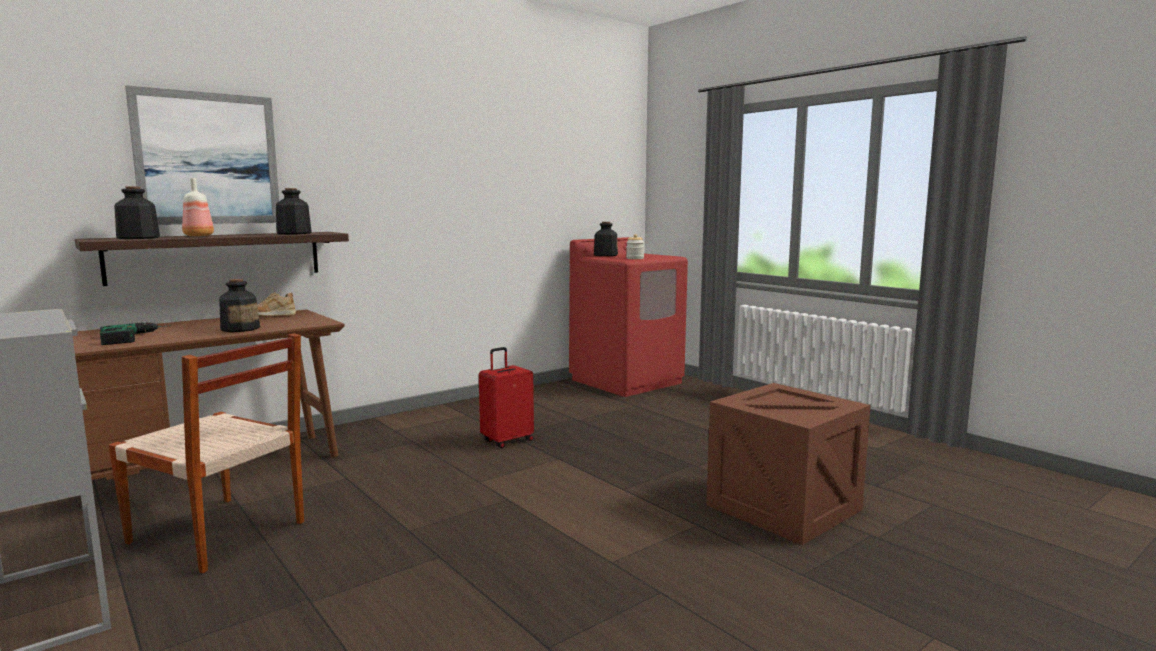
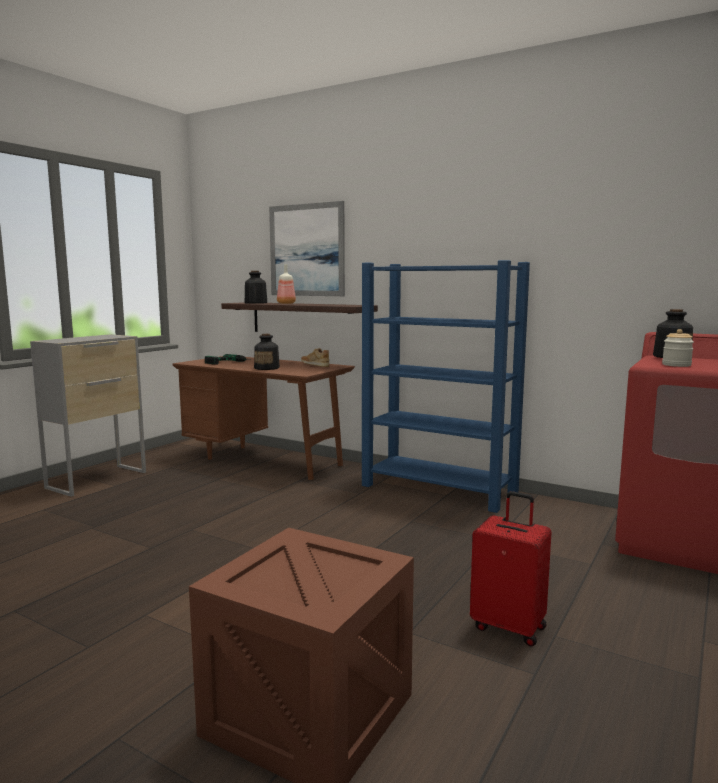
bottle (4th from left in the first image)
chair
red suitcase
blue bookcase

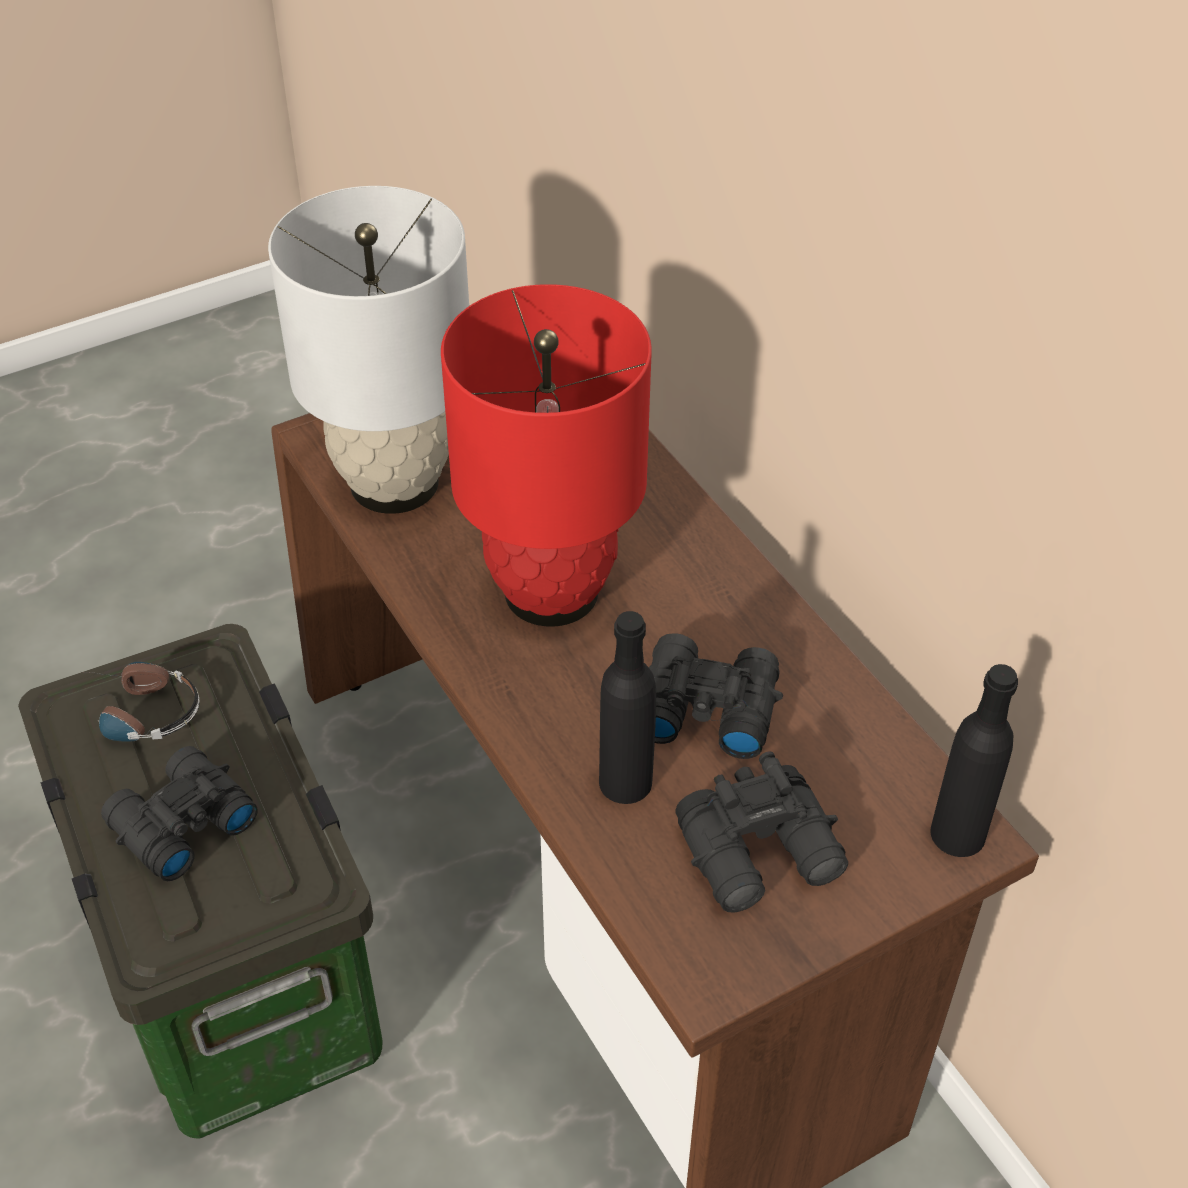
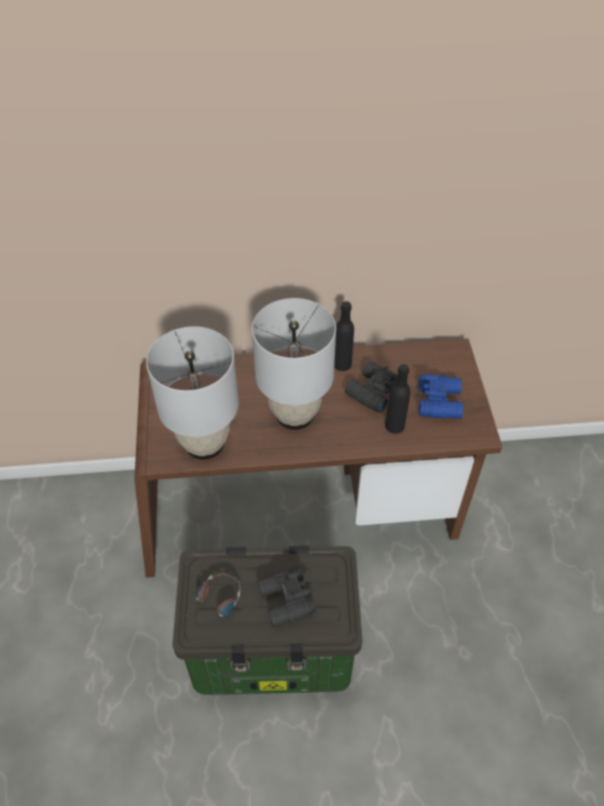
white table lamp (2nd from left)
black bottle (1st from left)
blue binoculars

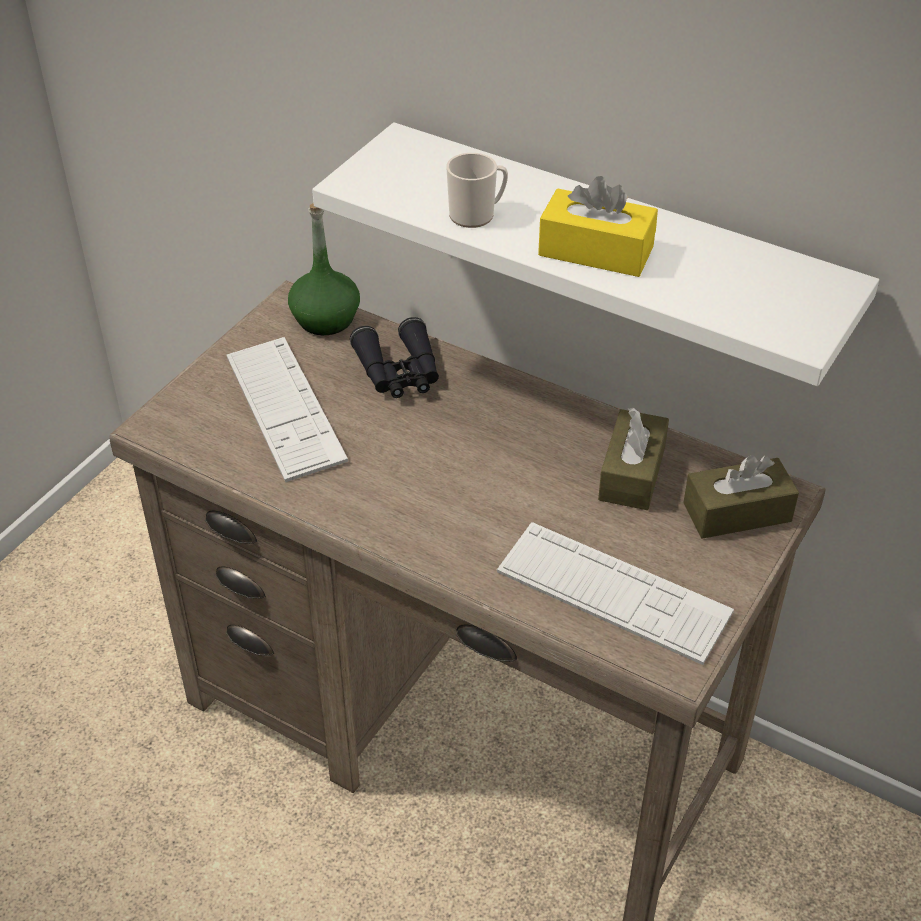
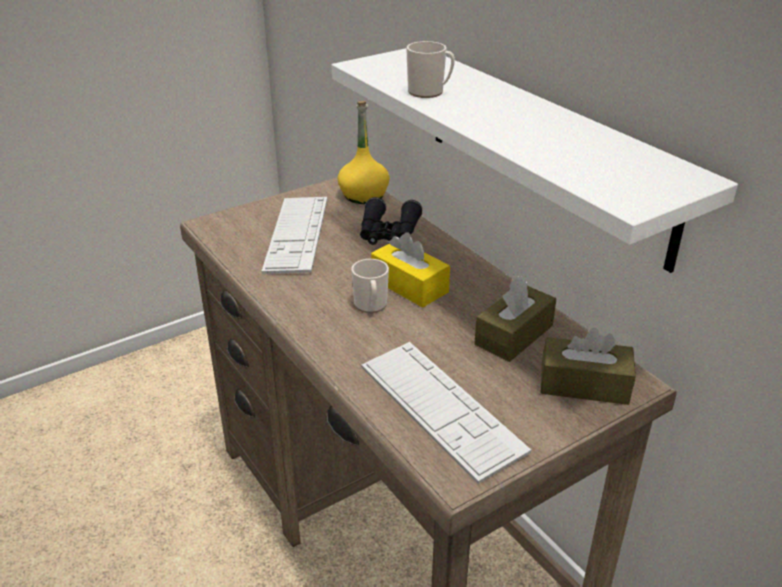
yellow tissue box
yellow bottle
mug (1st from left)

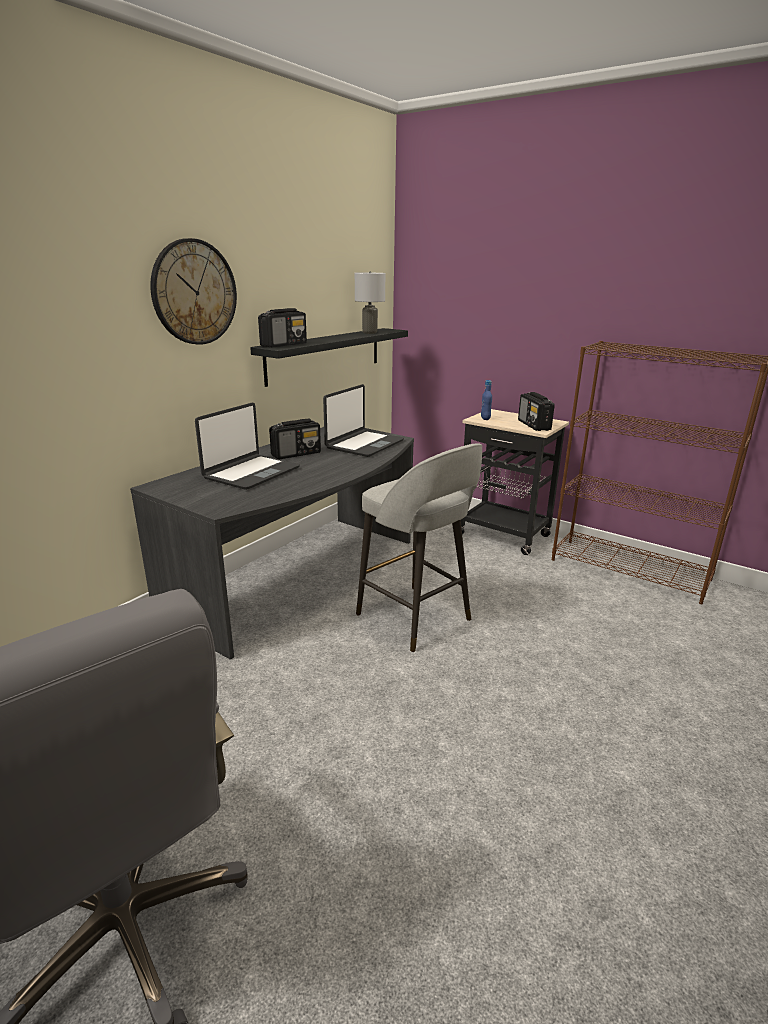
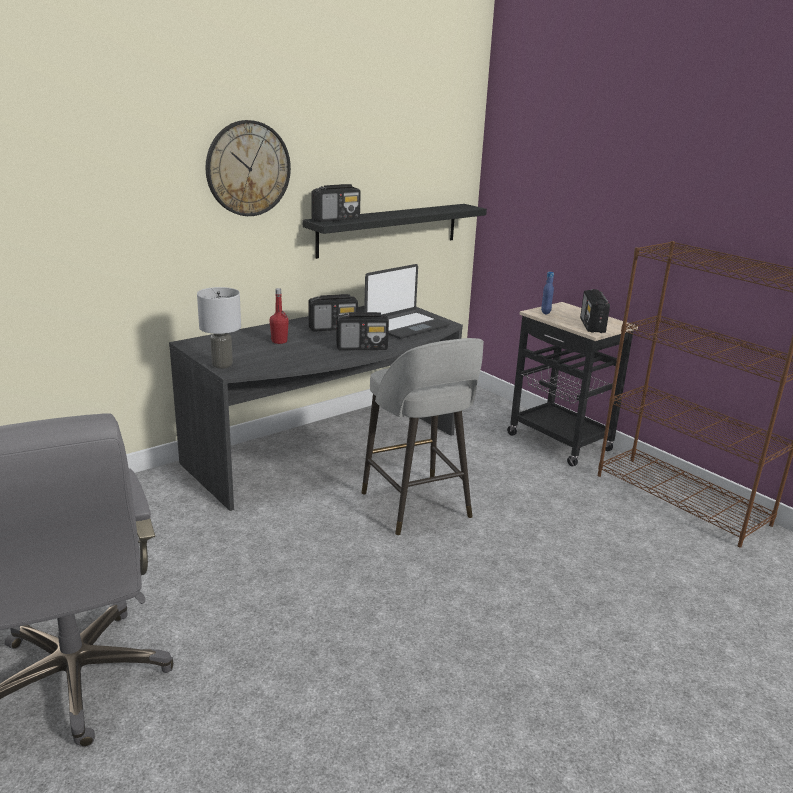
white table lamp
red bottle
radio (3rd from left)

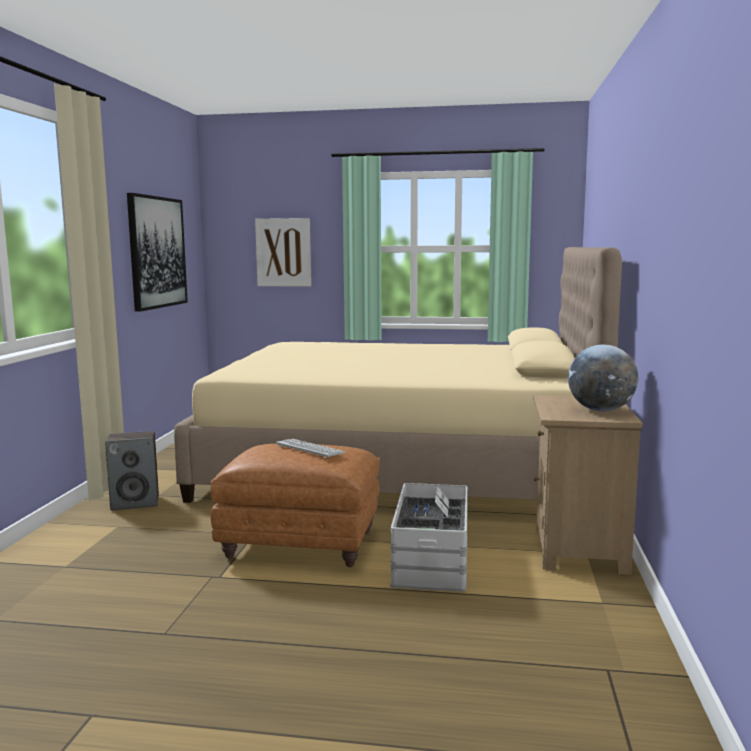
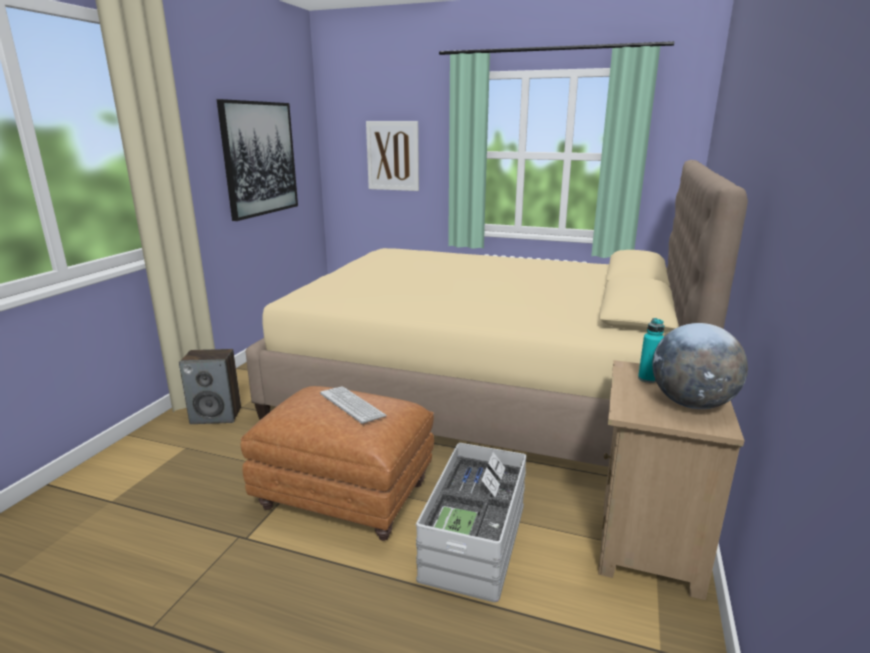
turquoise bottle

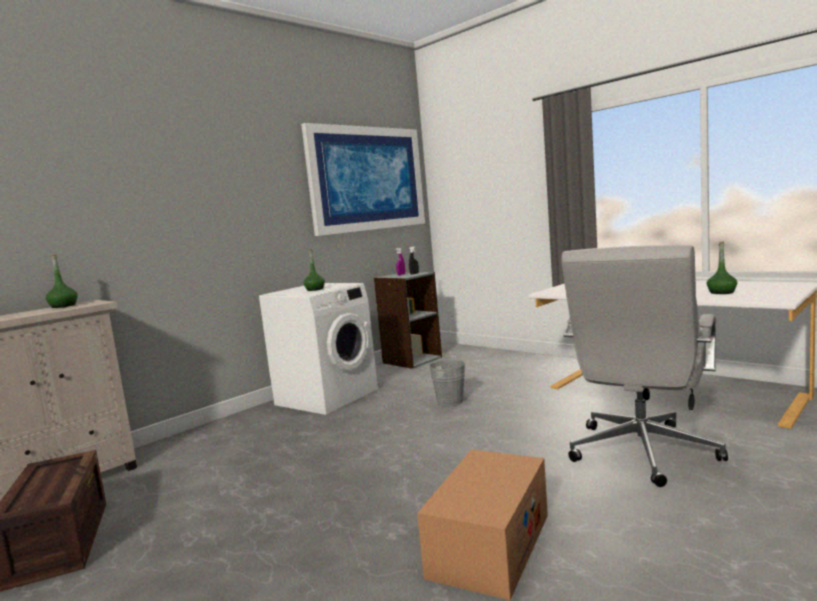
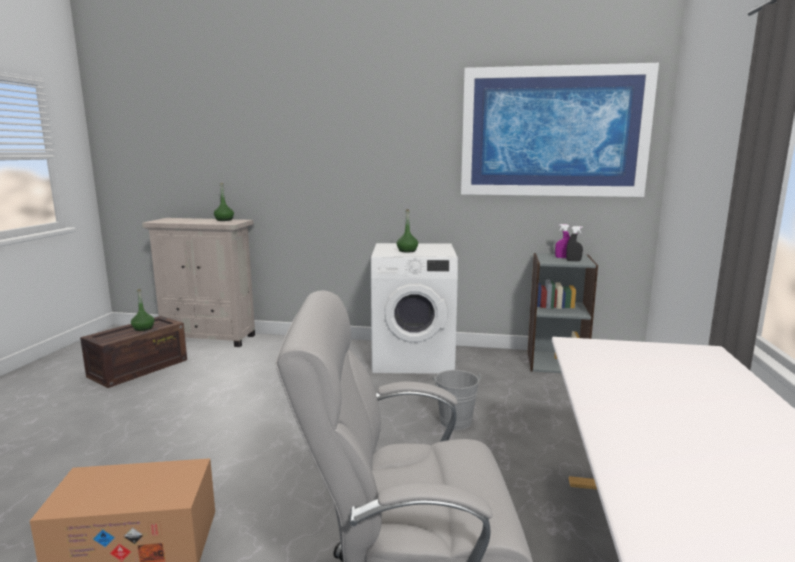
green bottle (1st from left)

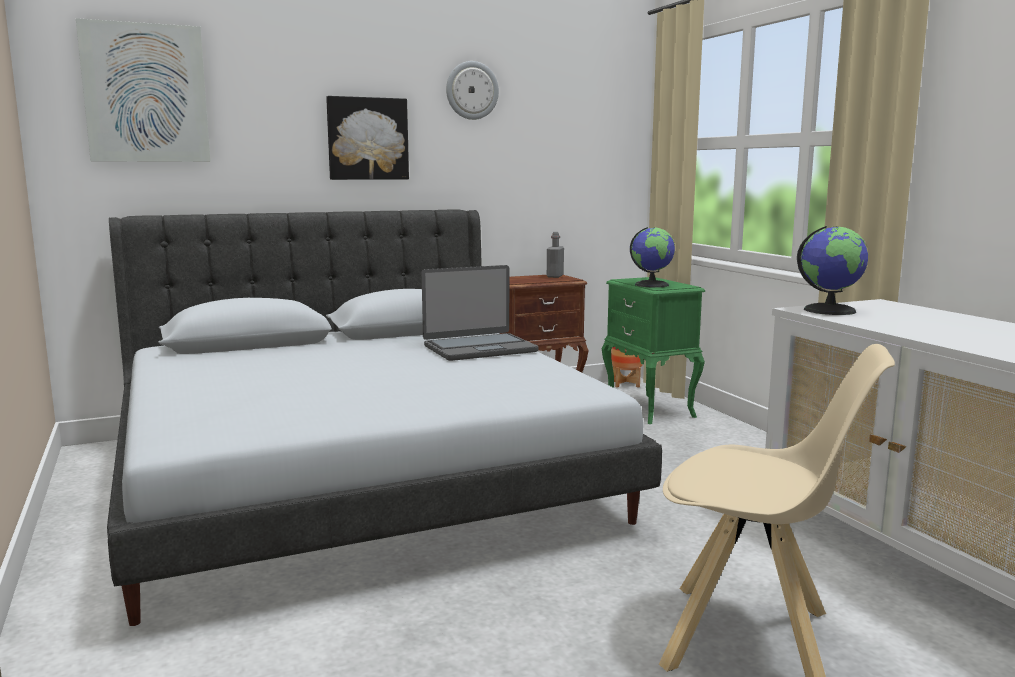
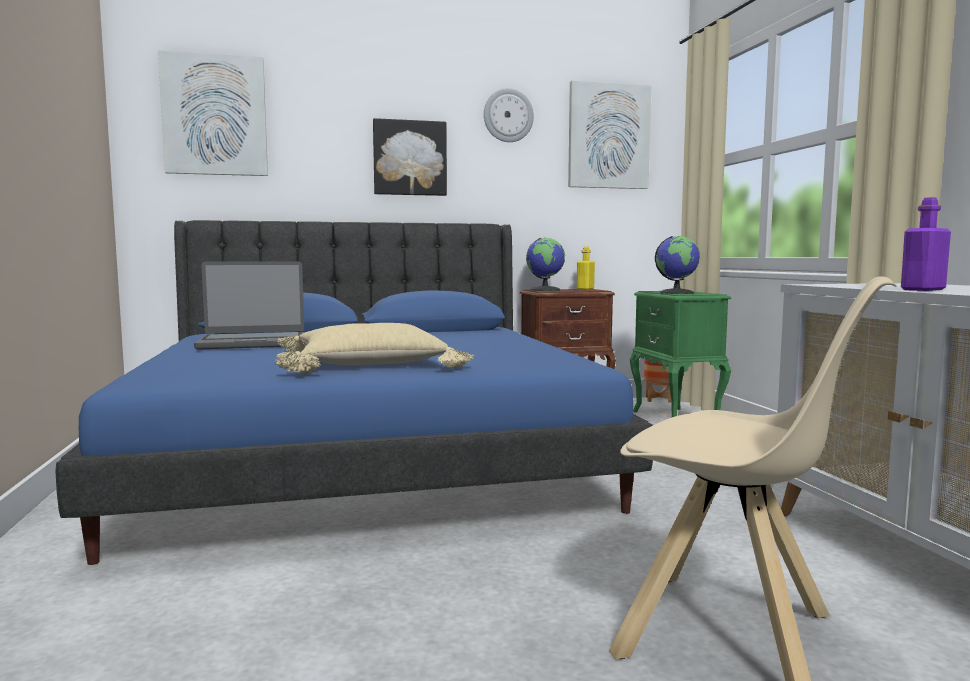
blue bed
globe (1st from left)
yellow bottle
laptop
picture (3rd from left)
purple bottle
beige pillow

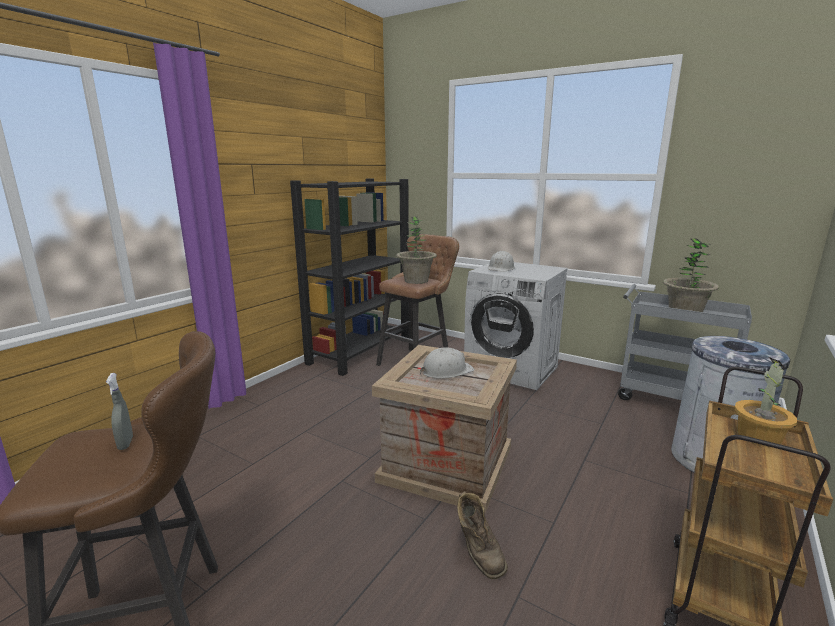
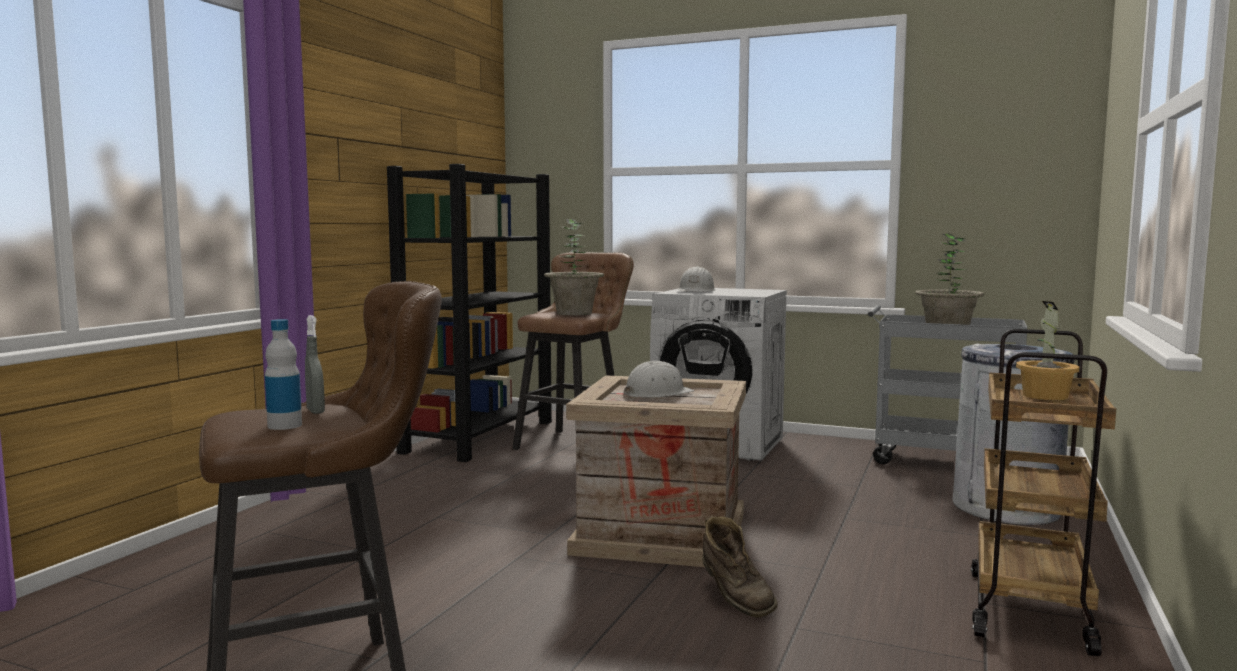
bottle

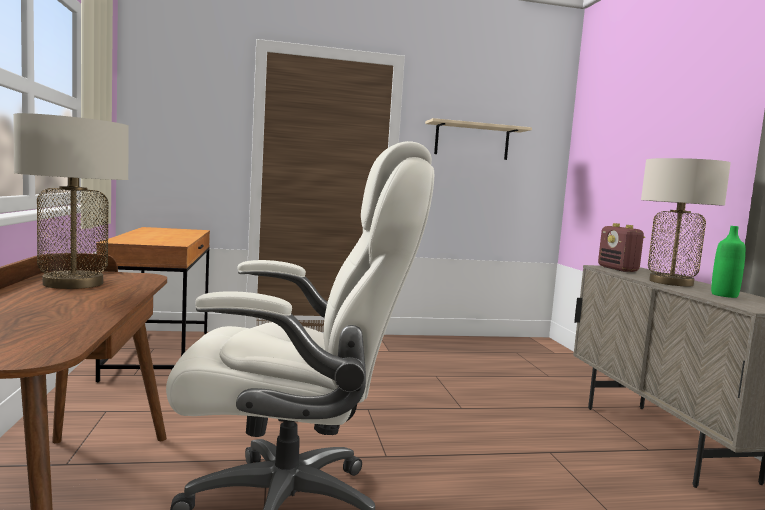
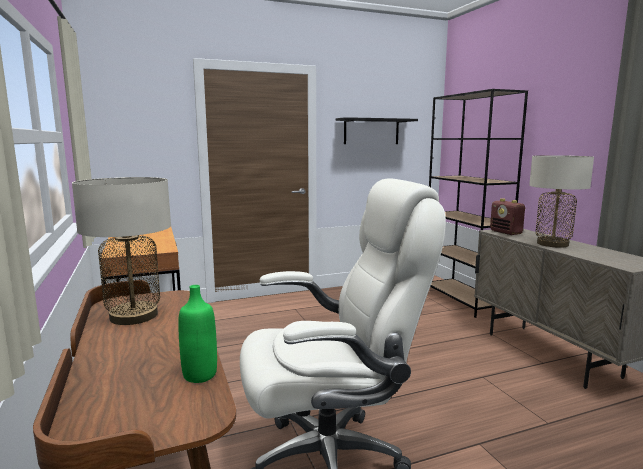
black shelf
green bottle
beige bookcase

